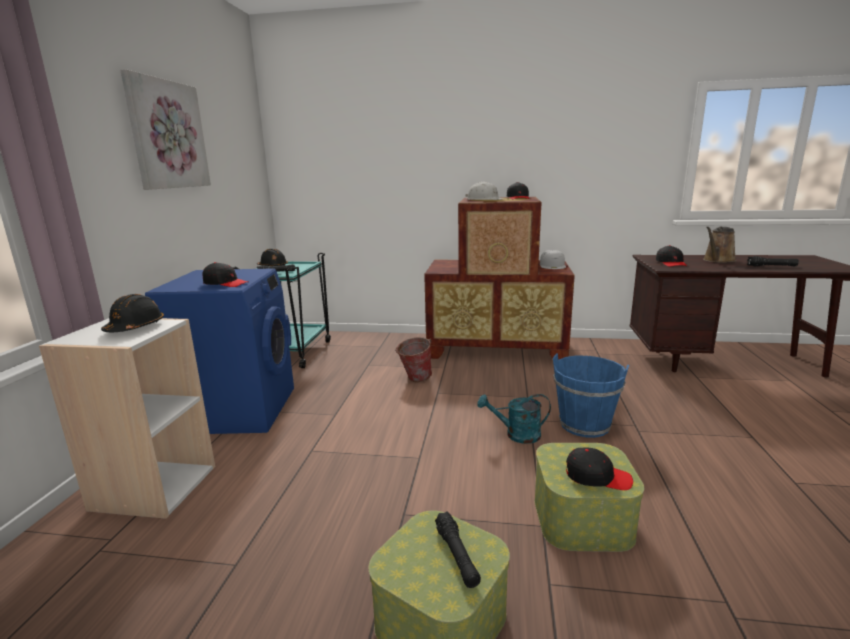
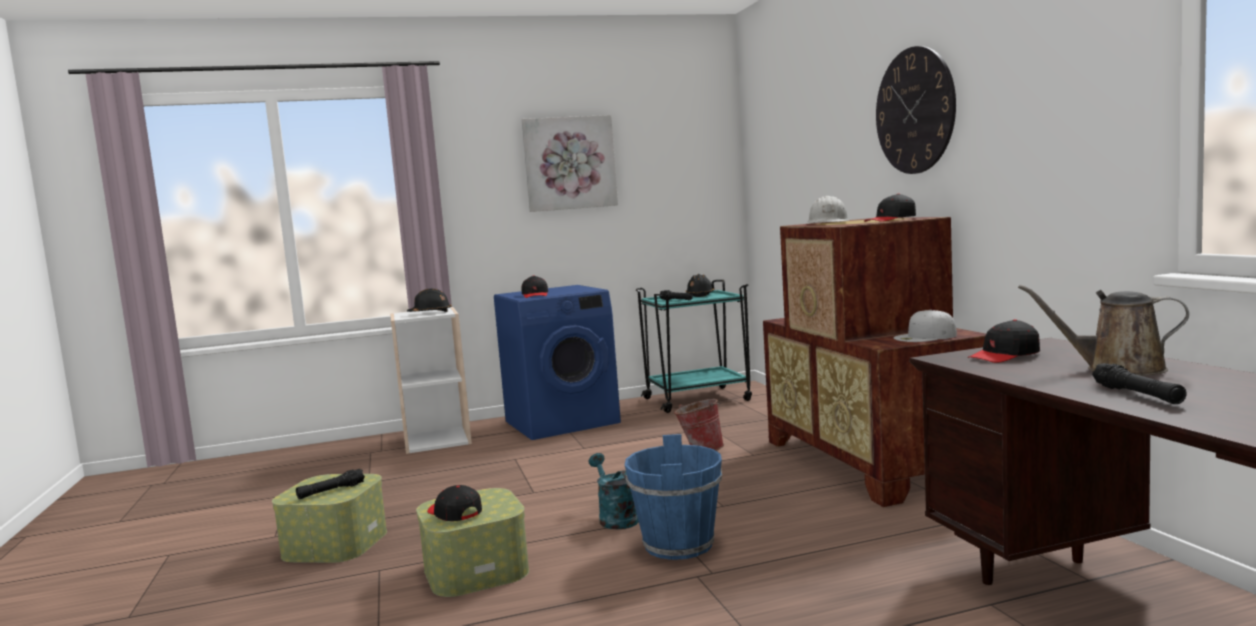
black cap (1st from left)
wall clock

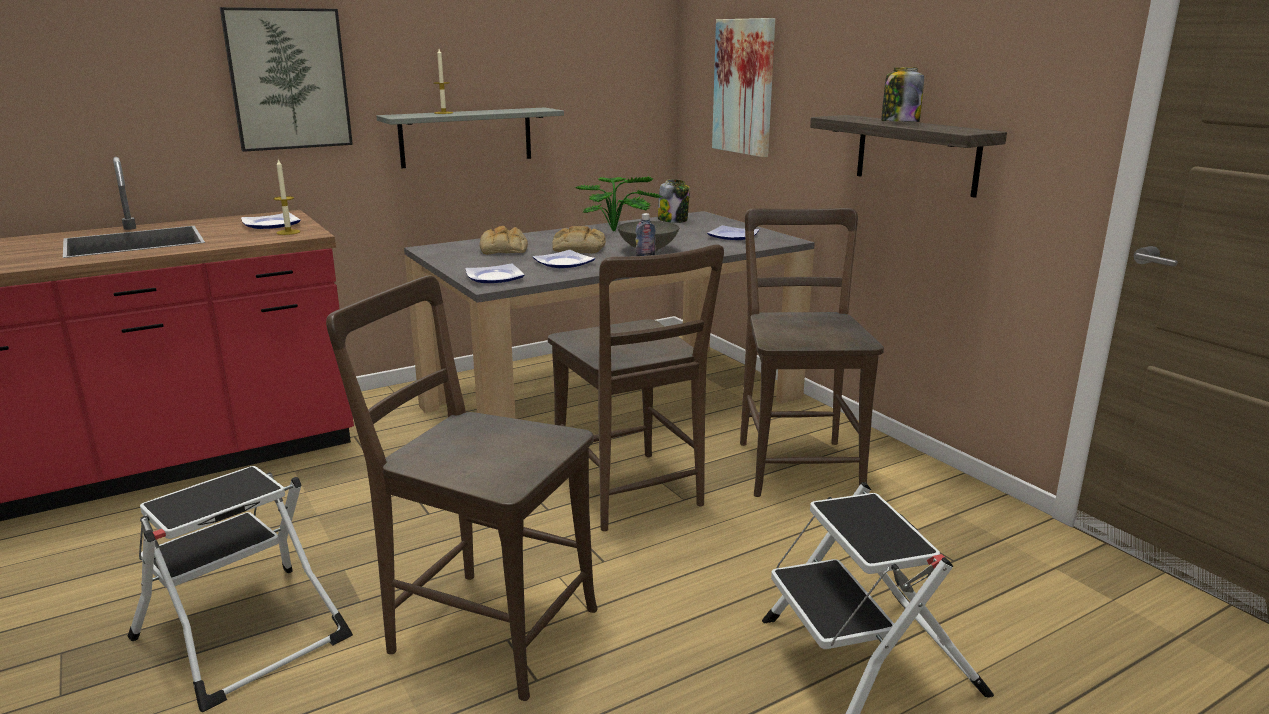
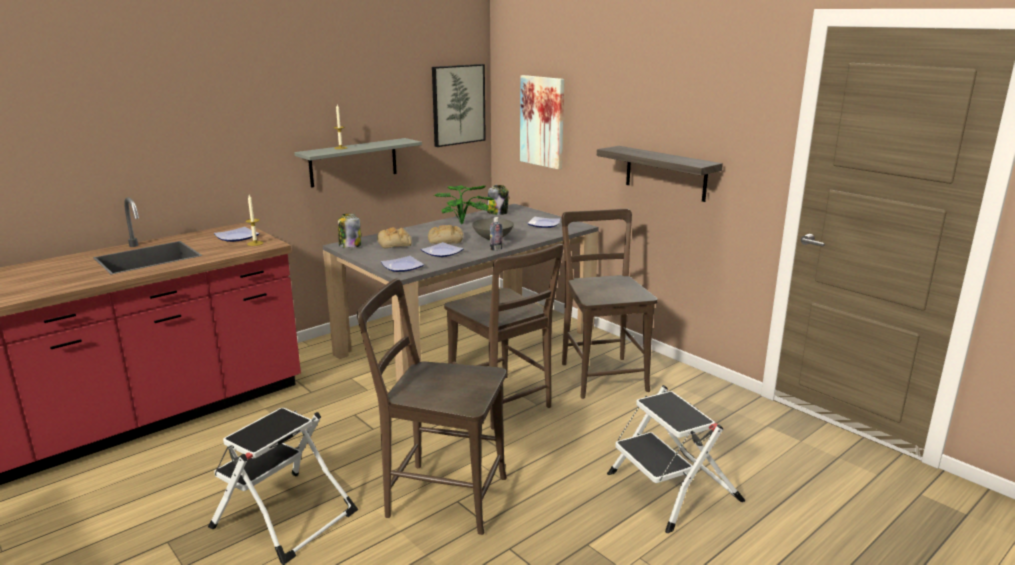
picture (1st from left)
jar (1st from left)

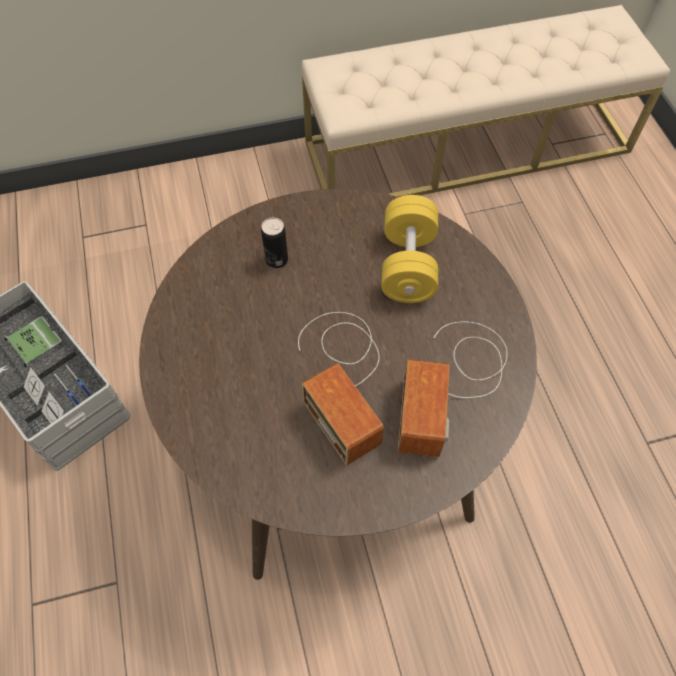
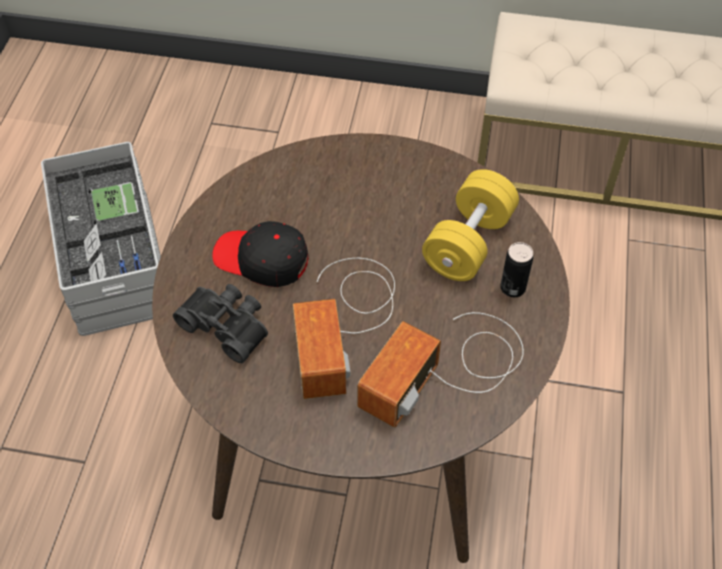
can
black cap
black binoculars

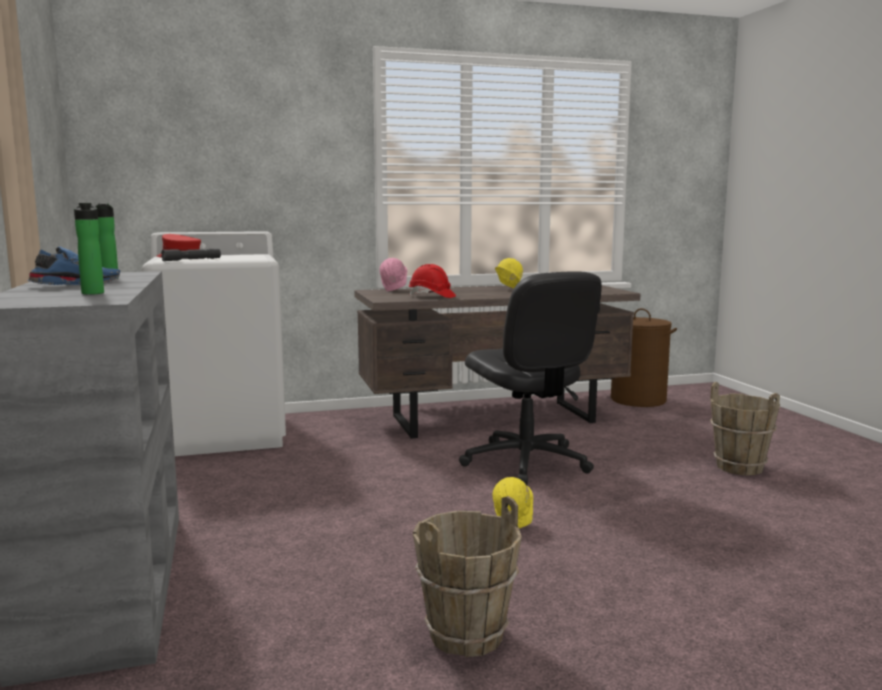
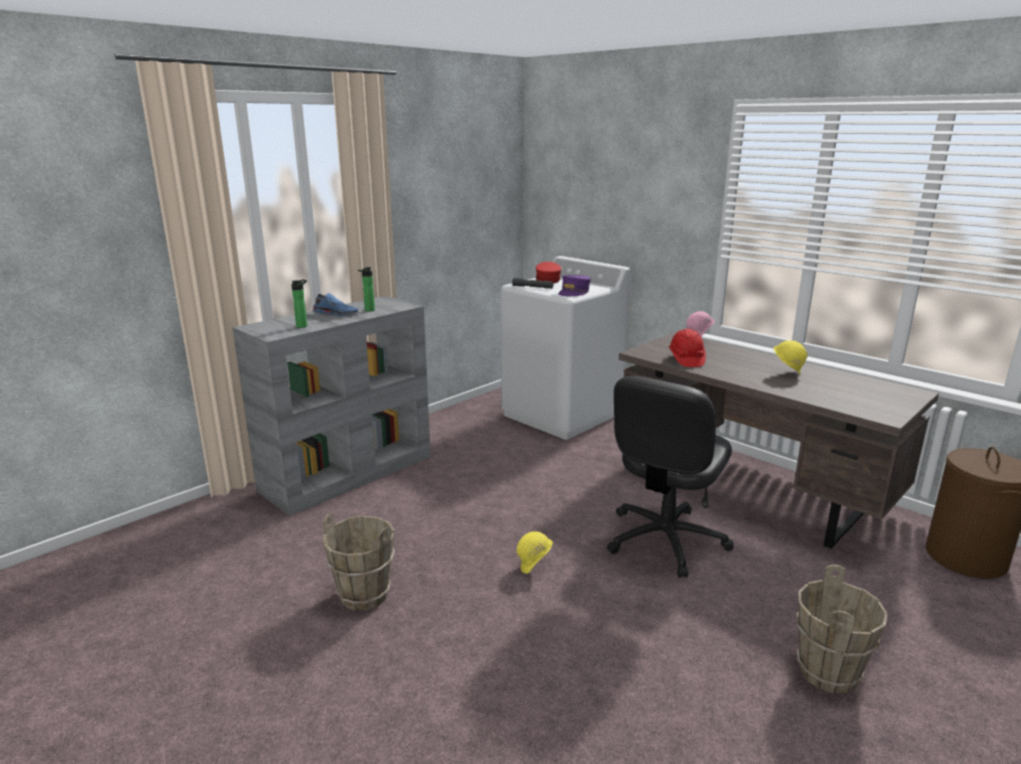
purple cap

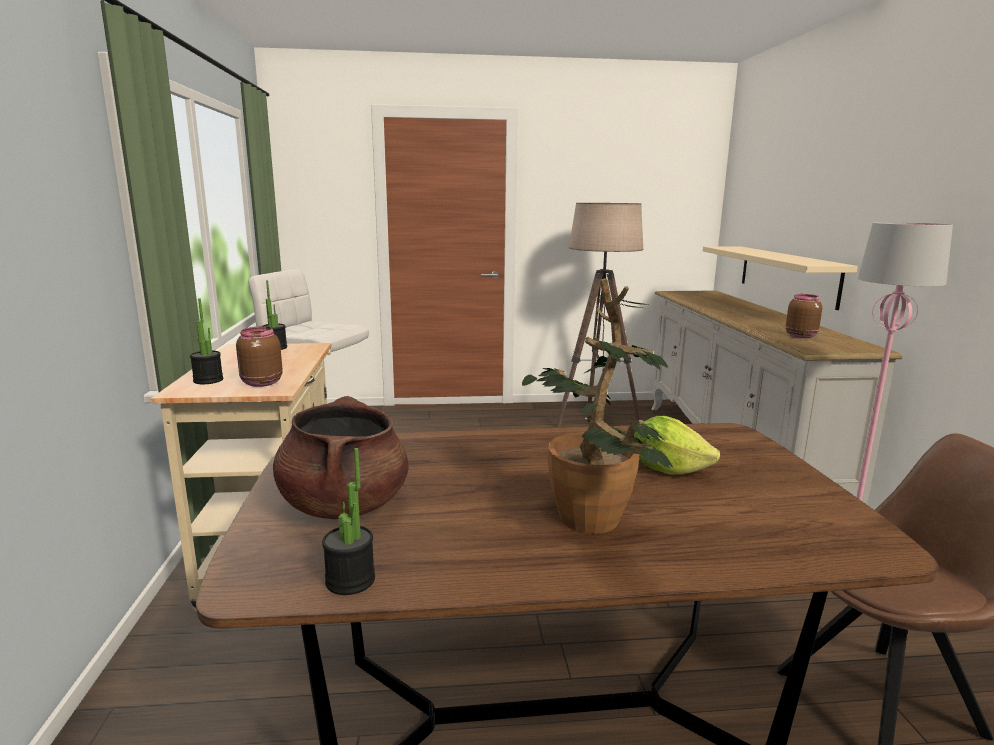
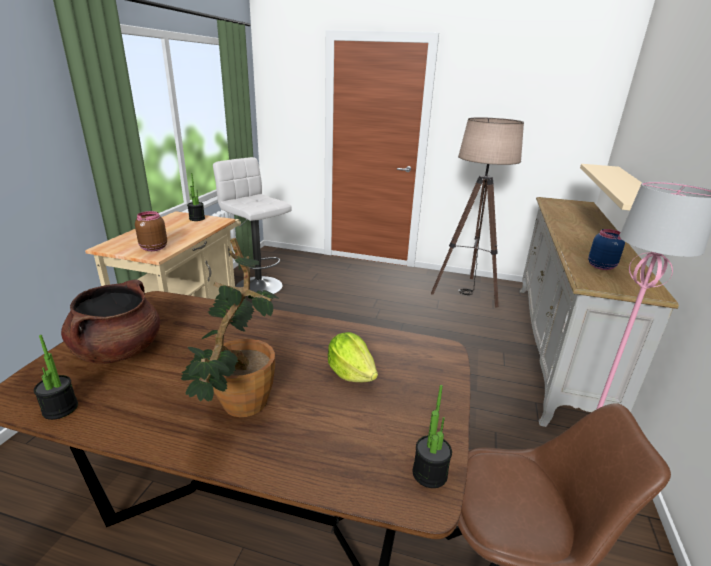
blue jar
potted plant (4th from left)

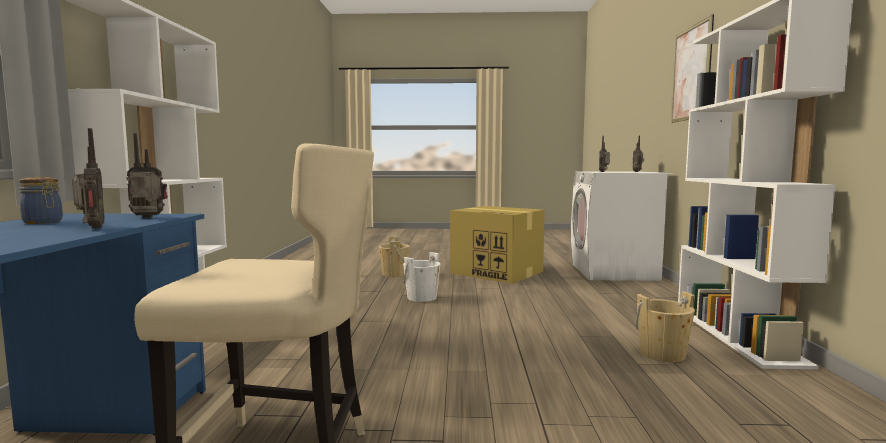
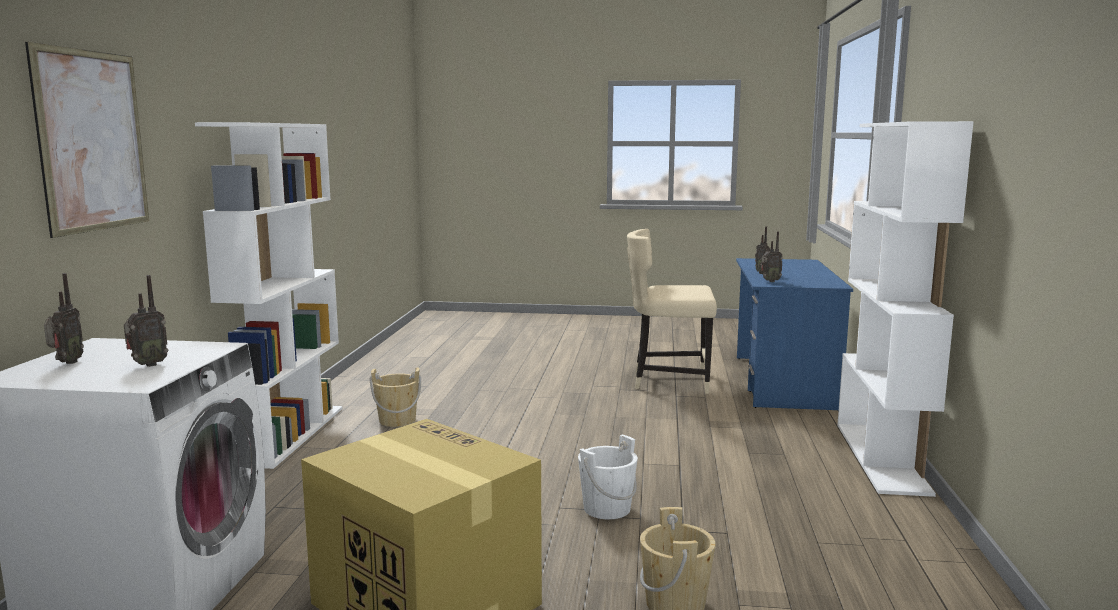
jar

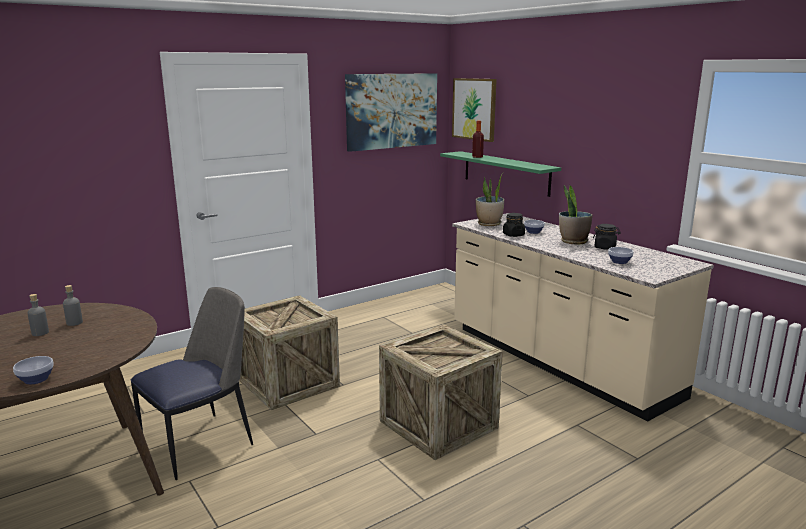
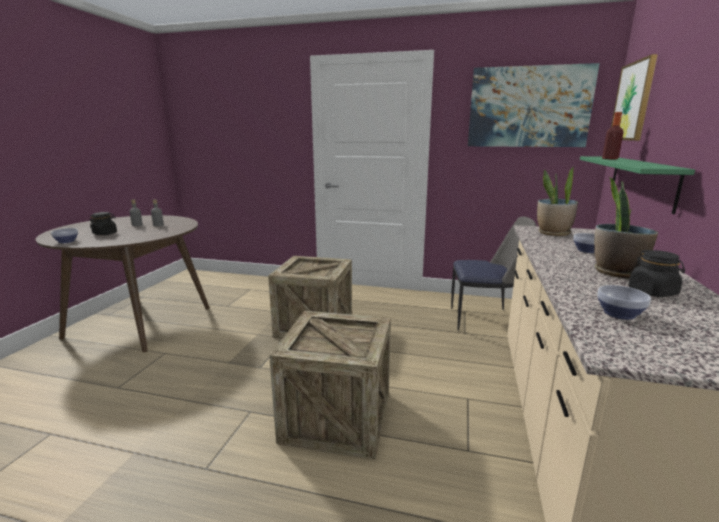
black jar (1st from left)
chair

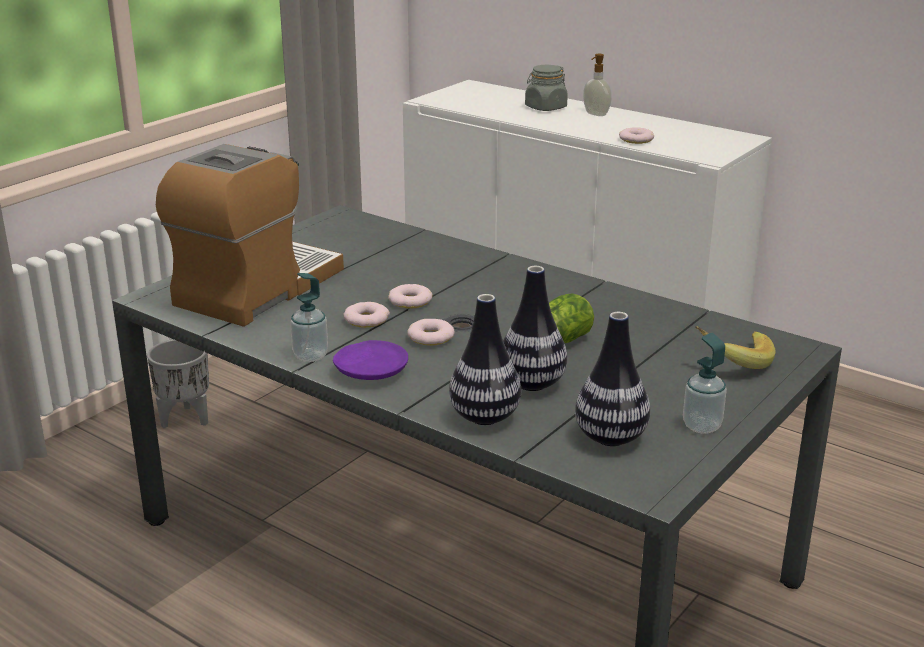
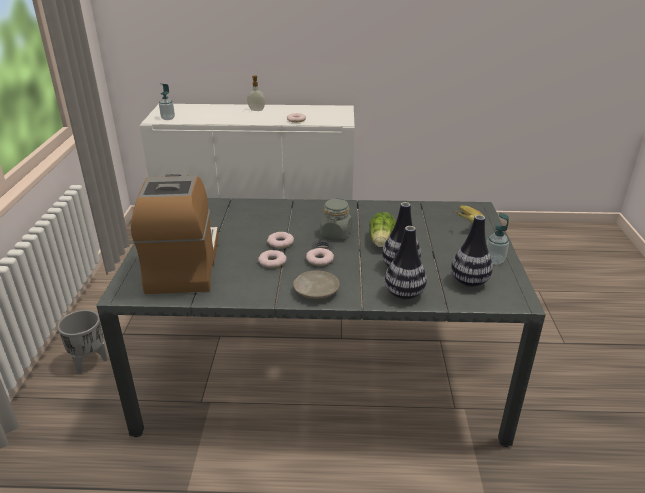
grey jar
soap dispenser (1st from left)
beige plate

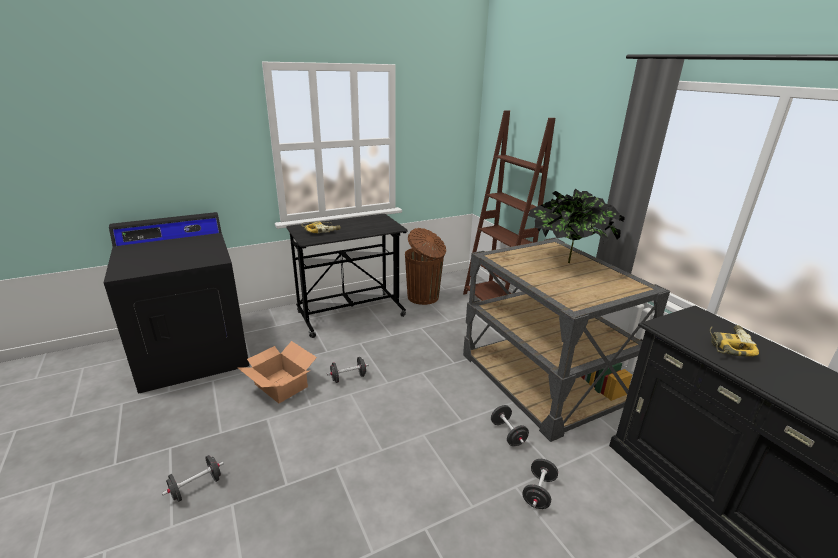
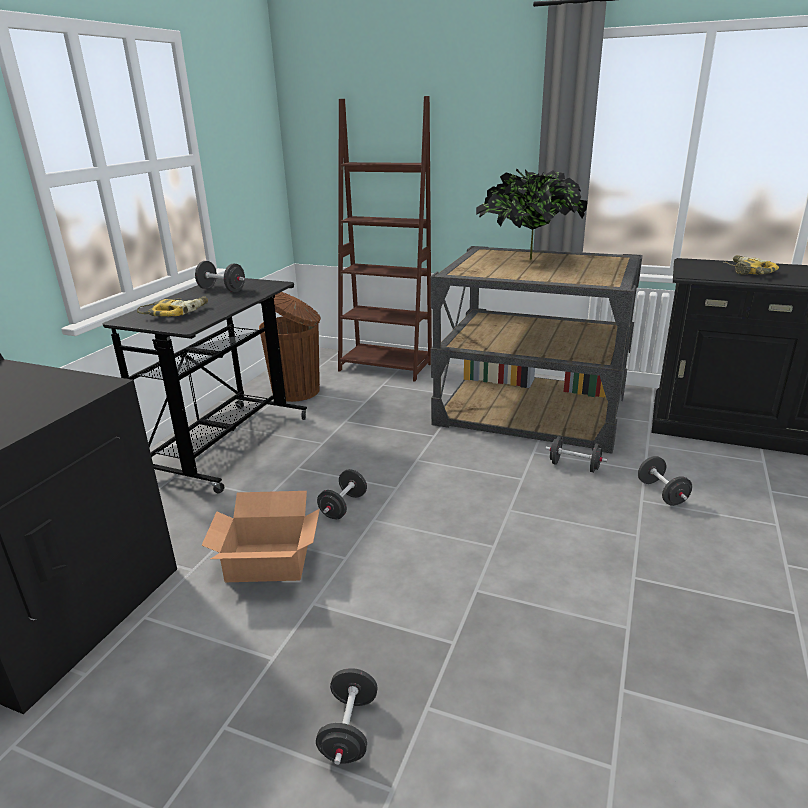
black dumbbell (1st from left)

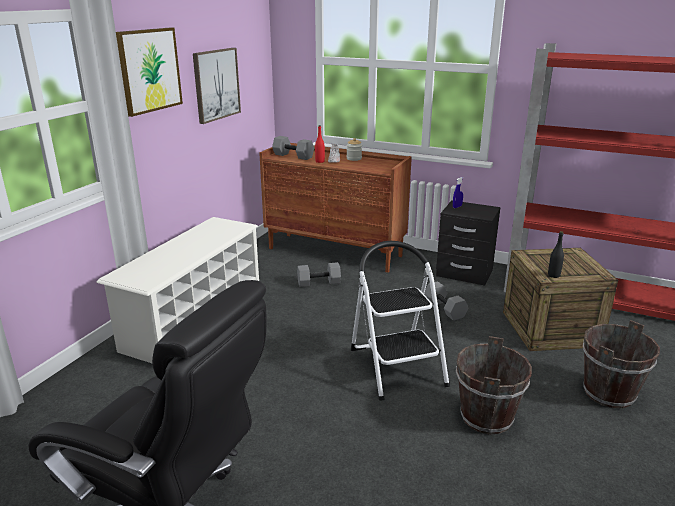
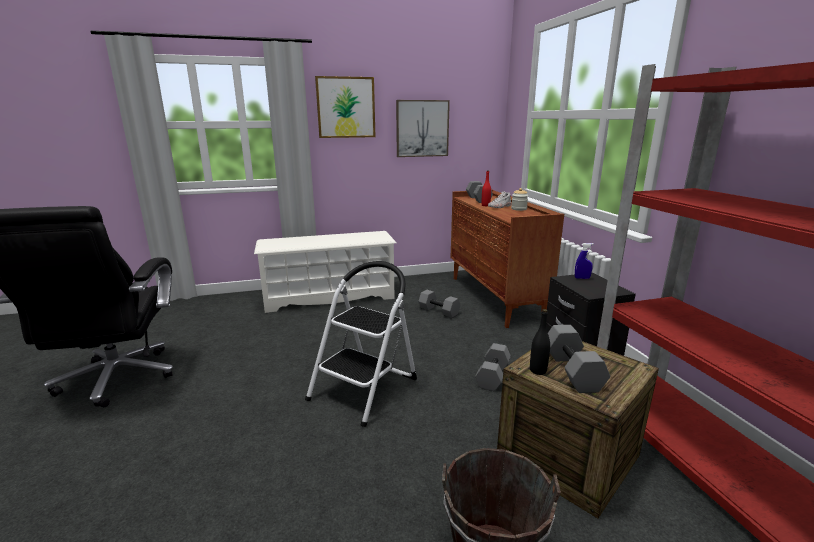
brown bucket (1st from left in the first image)
grey dumbbell (4th from left)

